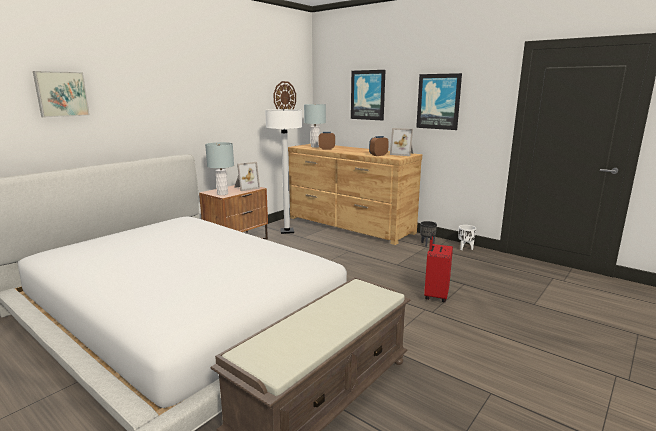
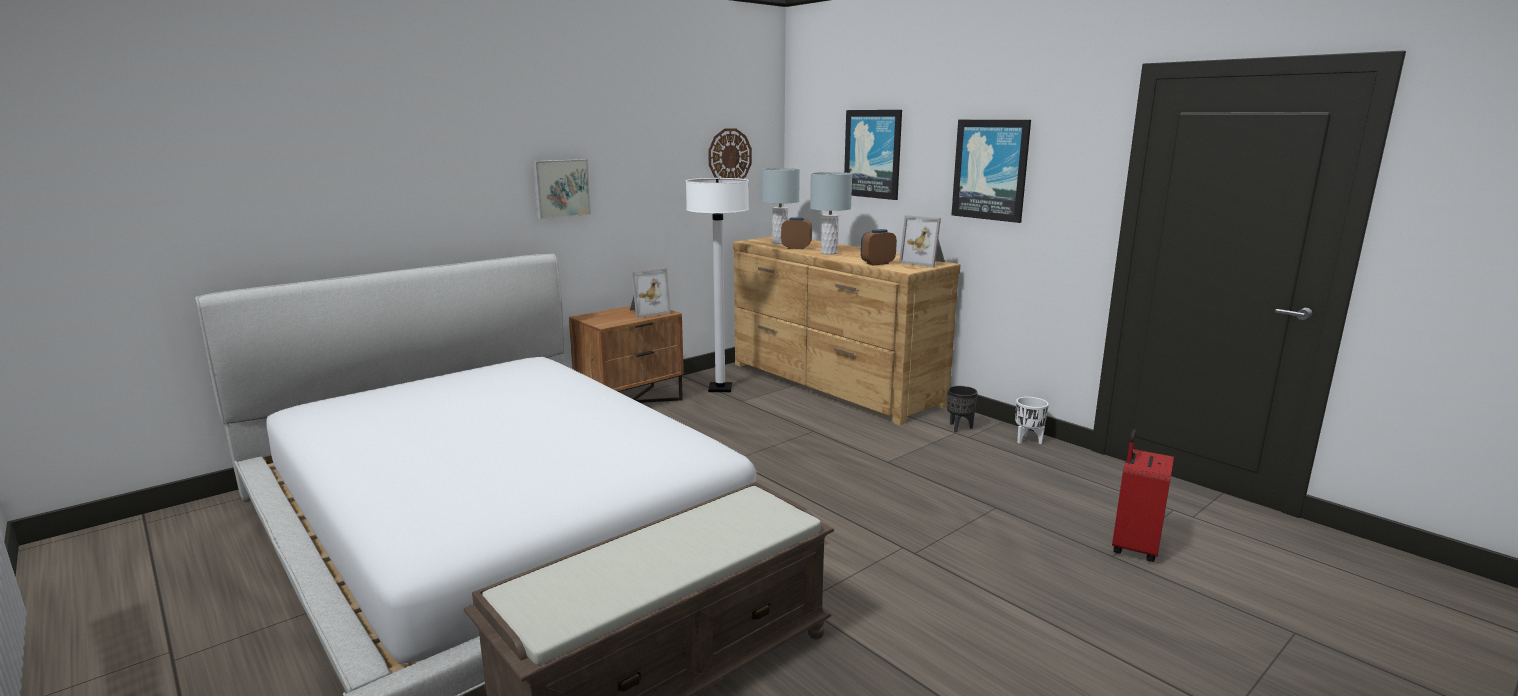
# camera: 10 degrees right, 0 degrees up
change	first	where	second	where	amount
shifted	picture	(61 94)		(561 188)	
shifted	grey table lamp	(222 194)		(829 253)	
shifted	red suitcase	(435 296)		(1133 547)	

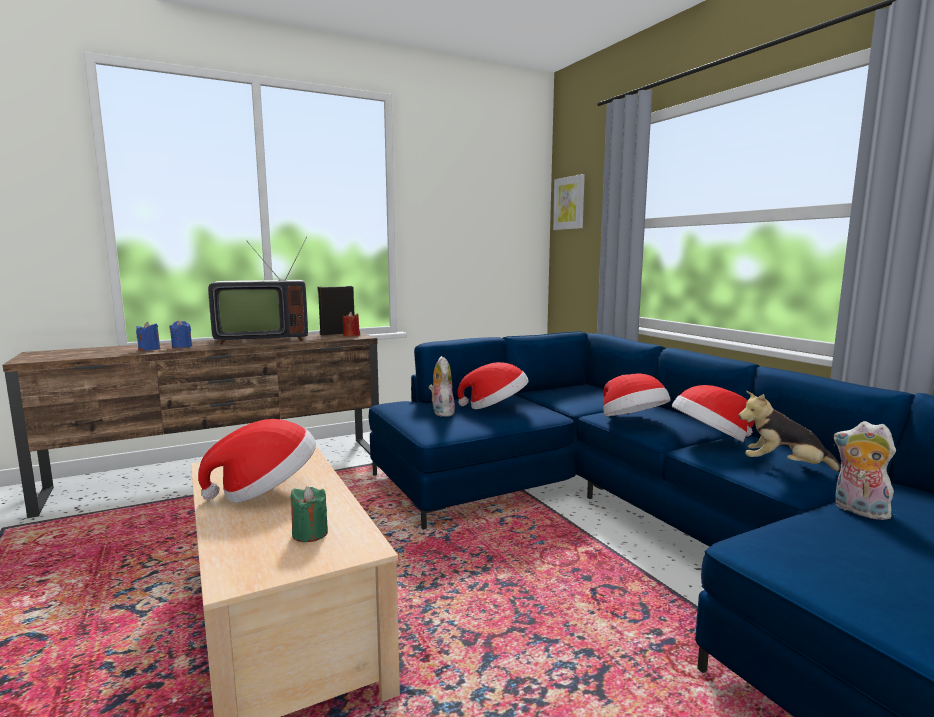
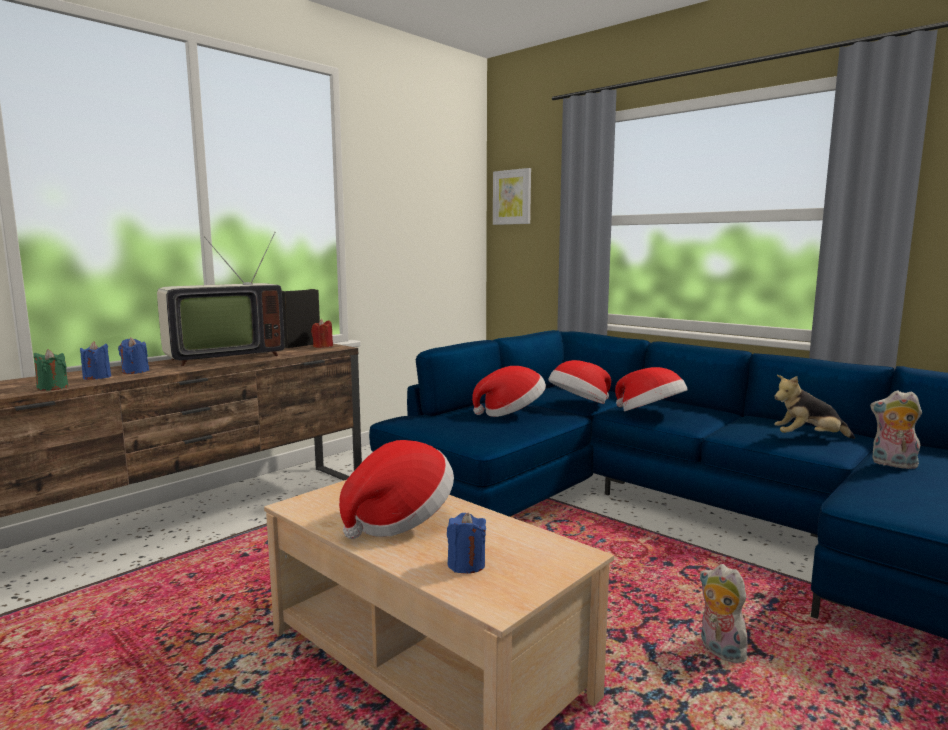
# camera: 20 degrees left, 0 degrees up
change	first	where	second	where	amount
new			blue candle	(466 564)	
shifted	green candle	(310 533)		(52 387)	
shifted	plush toy	(441 412)		(719 651)	
shifted	hat	(710 439)		(579 405)	

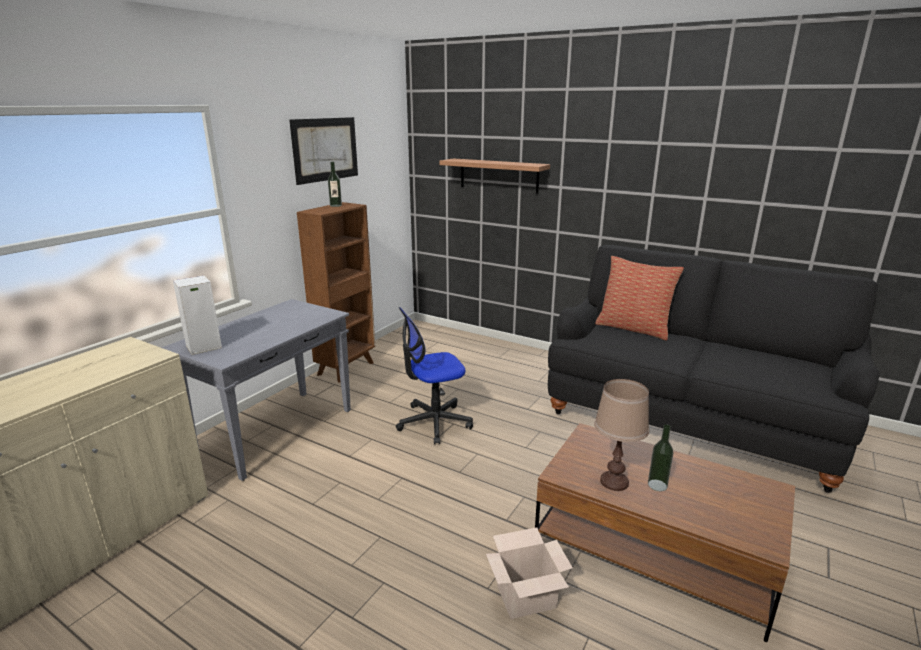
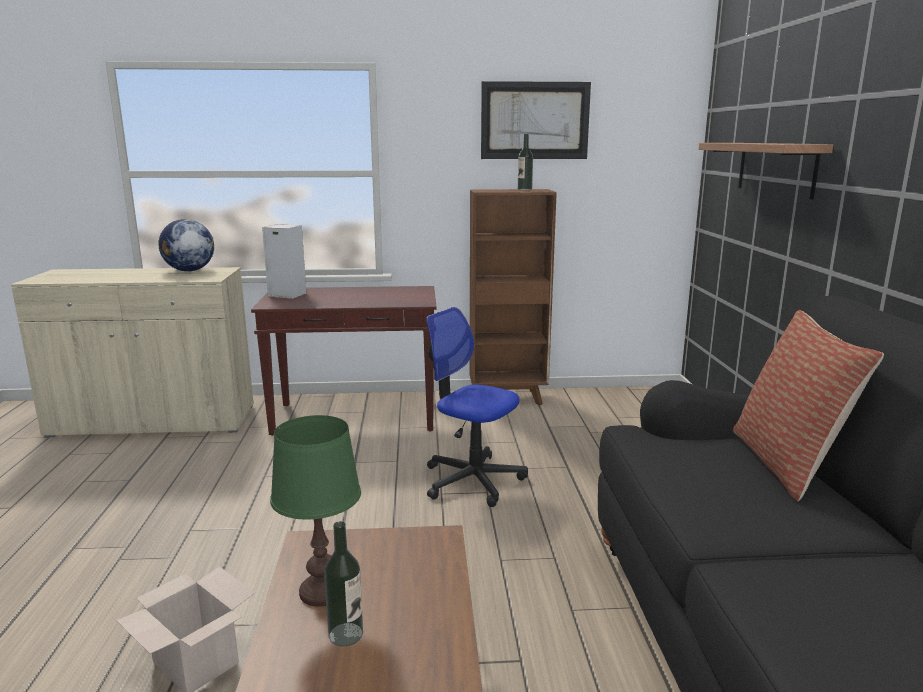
# camera: 55 degrees right, 5 degrees down
change	first	where	second	where	amount
new			globe	(189 271)	
repainted	grey console table	(277 431)	brown console table	(356 417)	
repainted	brown table lamp	(614 482)	green table lamp	(323 592)	

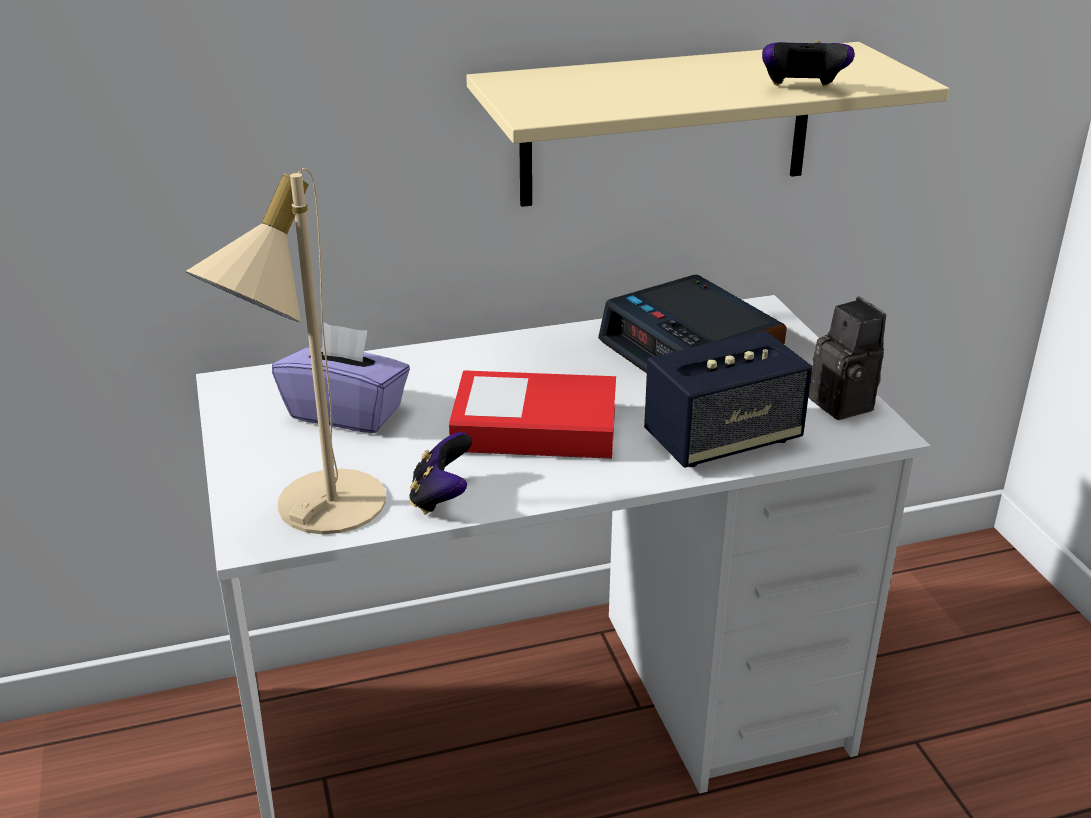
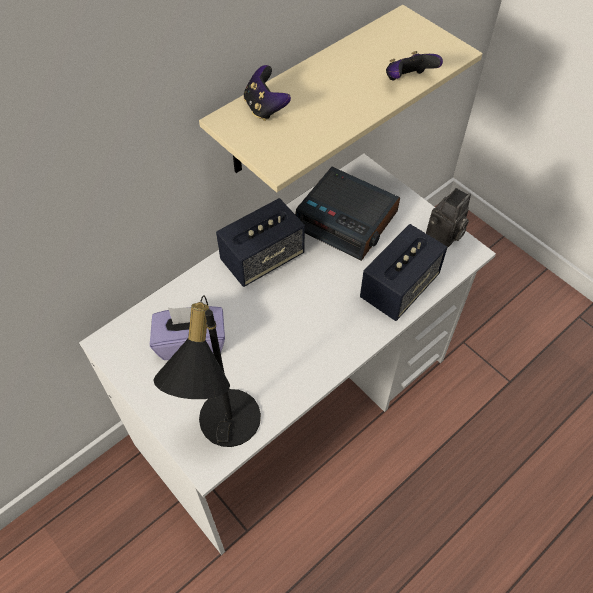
# camera: 25 degrees left, 25 degrees up
change	first	where	second	where	amount
gone	book	(535 429)			
new			speaker	(262 258)	
shifted	game controller	(441 498)		(265 108)	
repainted	beige table lamp	(311 509)	black table lamp	(222 428)	
rotated	photo camera	(846 405)		(444 236)	90 degrees clockwise

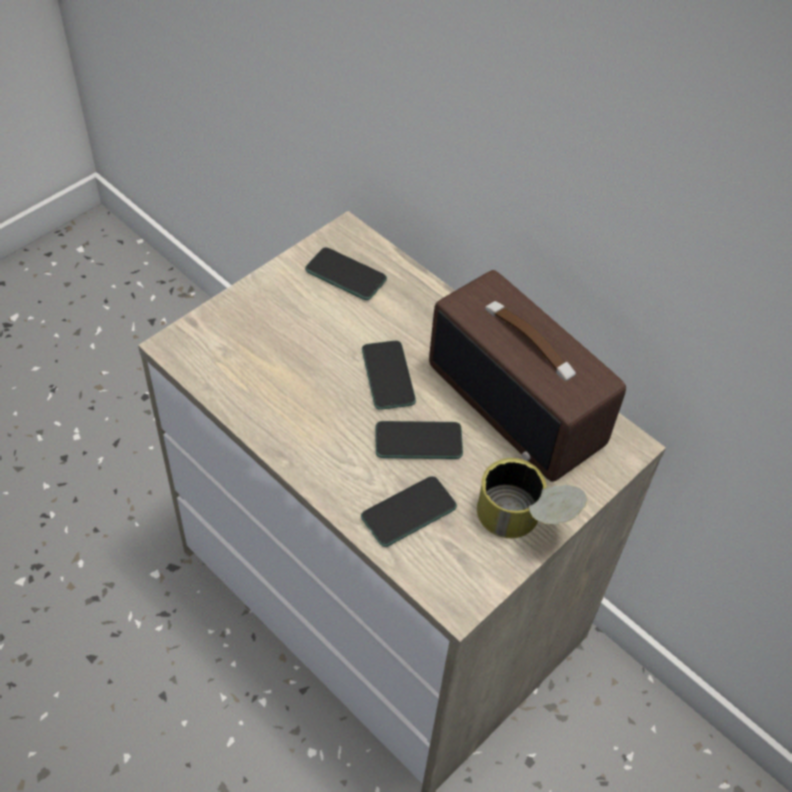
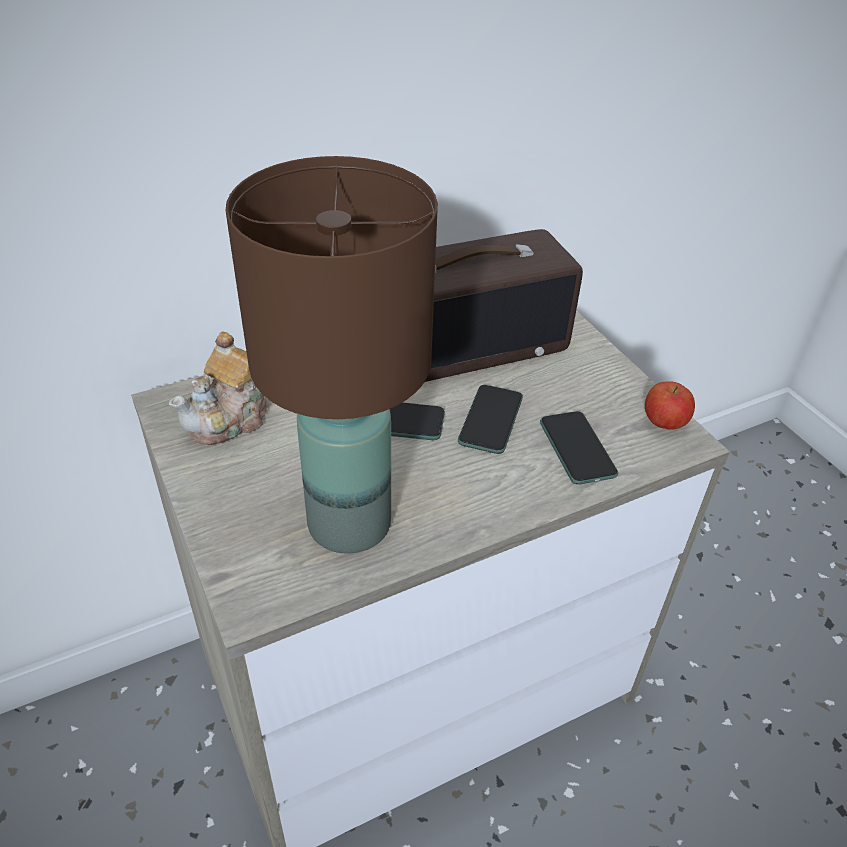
# camera: 70 degrees left, 10 degrees down
change	first	where	second	where	amount
gone	can	(524 522)			
new			brown table lamp	(351 524)	
new			apple	(664 423)	
swapped	phone	(345 275)	teapot	(232 419)	

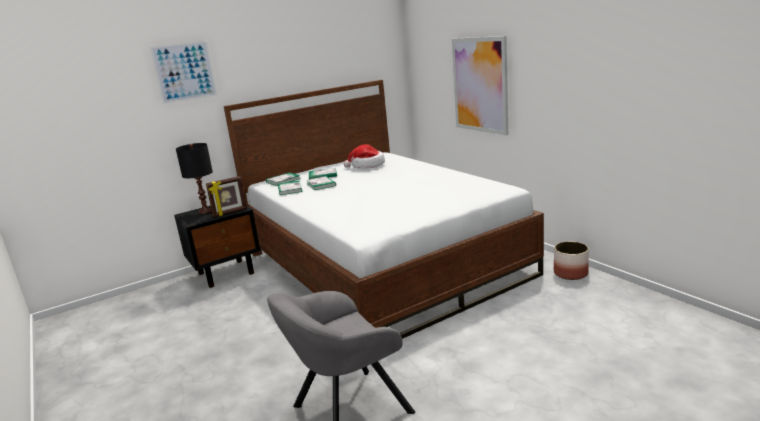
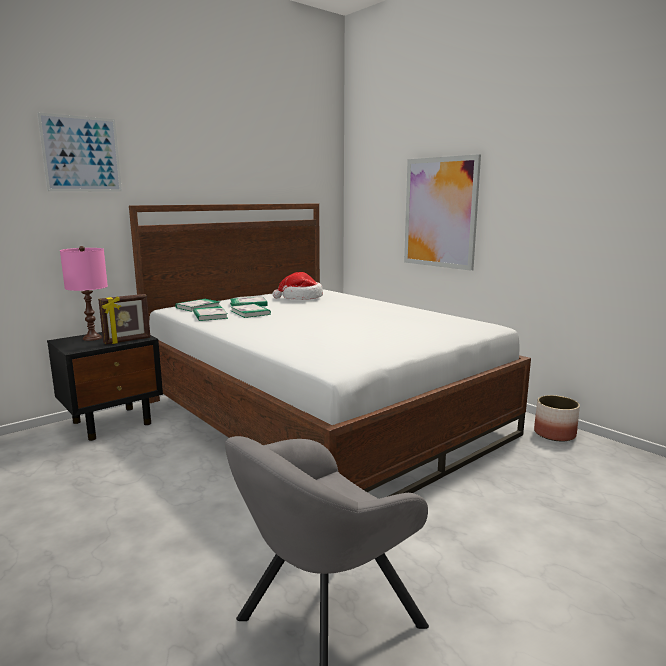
# camera: 10 degrees left, 5 degrees down
change	first	where	second	where	amount
repainted	black table lamp	(205 211)	pink table lamp	(92 338)	

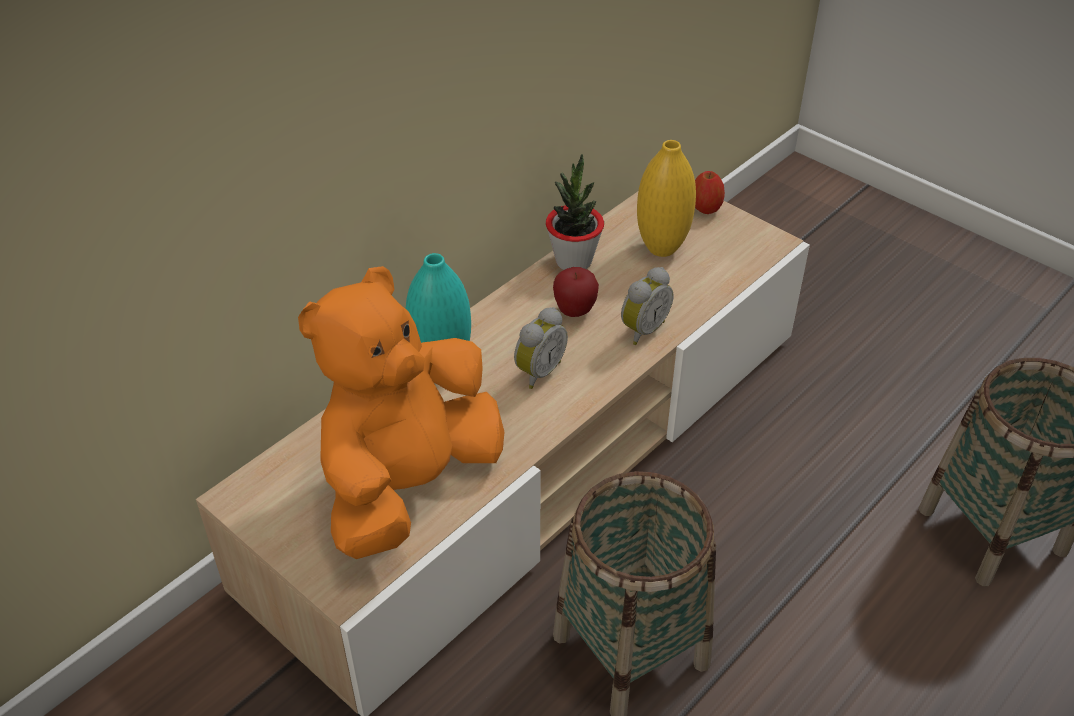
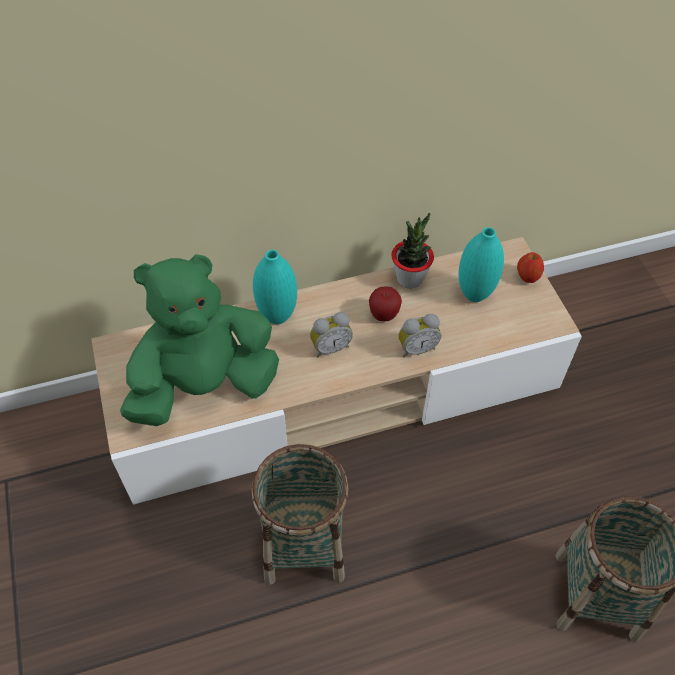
# camera: 30 degrees right, 10 degrees up
change	first	where	second	where	amount
repainted	orange plush toy	(408 484)	green plush toy	(204 386)	
repainted	yellow vase	(661 248)	turquoise vase	(474 294)	

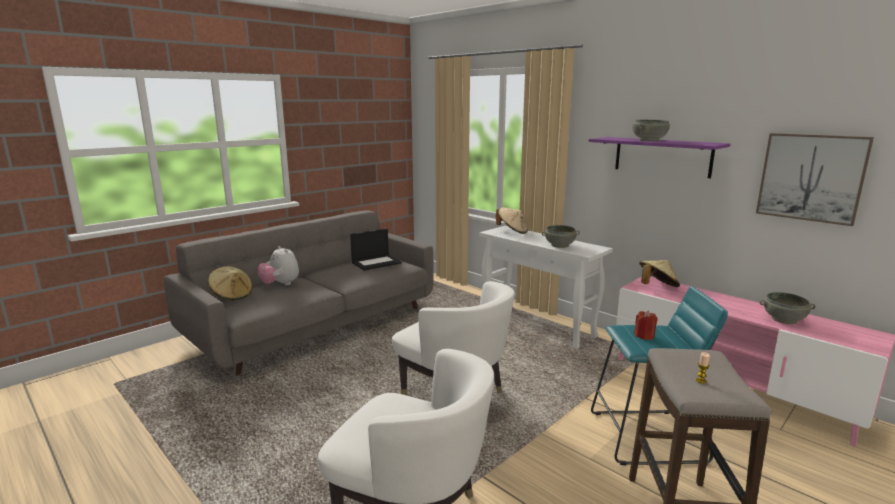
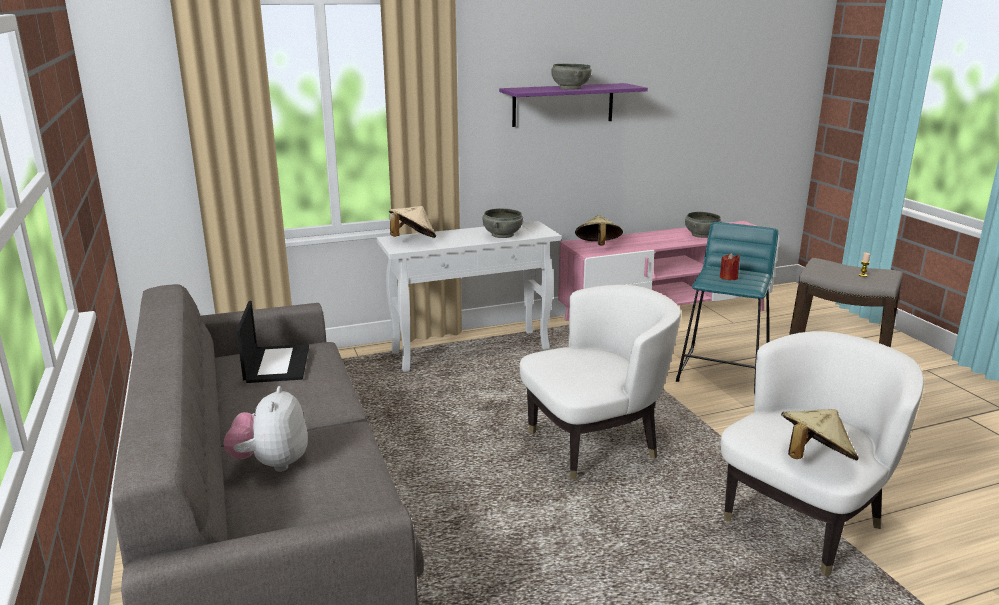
# camera: 65 degrees left, 5 degrees up
change	first	where	second	where	amount
gone	picture	(811 177)			
shifted	beige hat	(232 295)		(814 458)	
rotated	plush toy	(280 284)		(272 463)	105 degrees clockwise

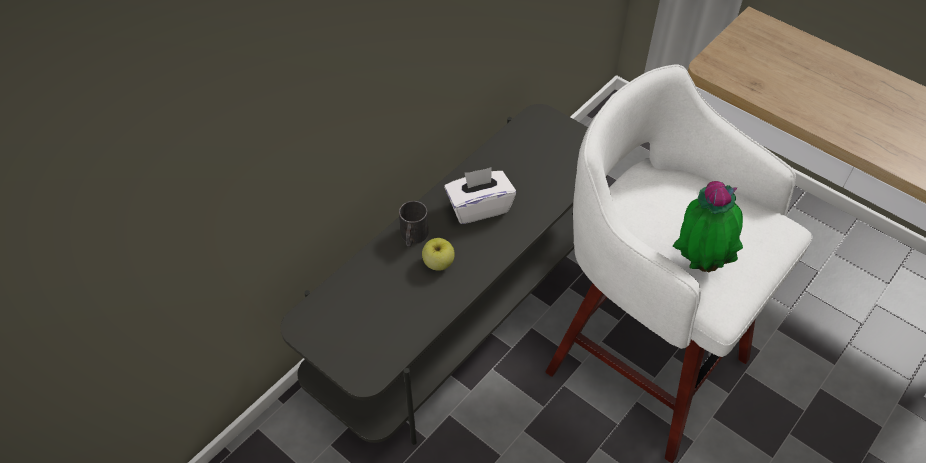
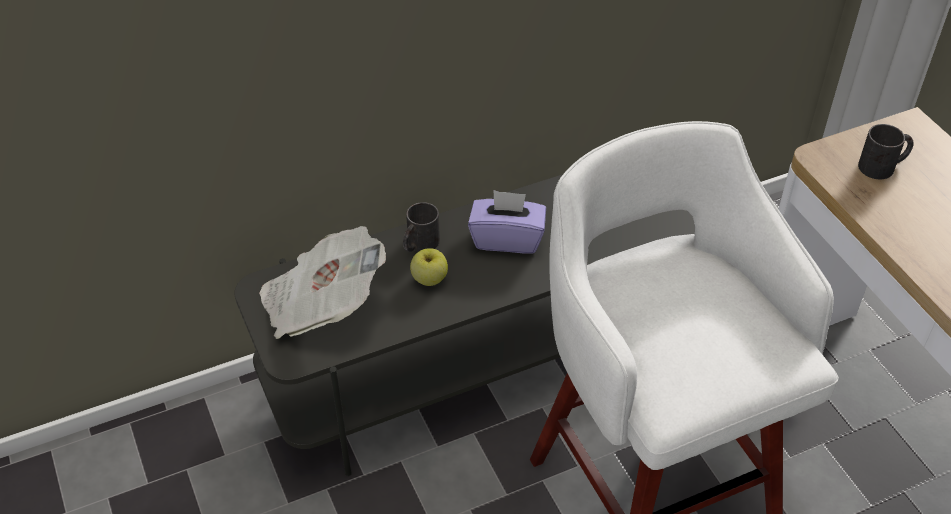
# camera: 25 degrees right, 5 degrees down
change	first	where	second	where	amount
gone	potted plant	(699 262)			
new			newspaper	(322 305)	
new			black mug	(883 166)	
repainted	white tissue box	(479 207)	purple tissue box	(507 238)	

